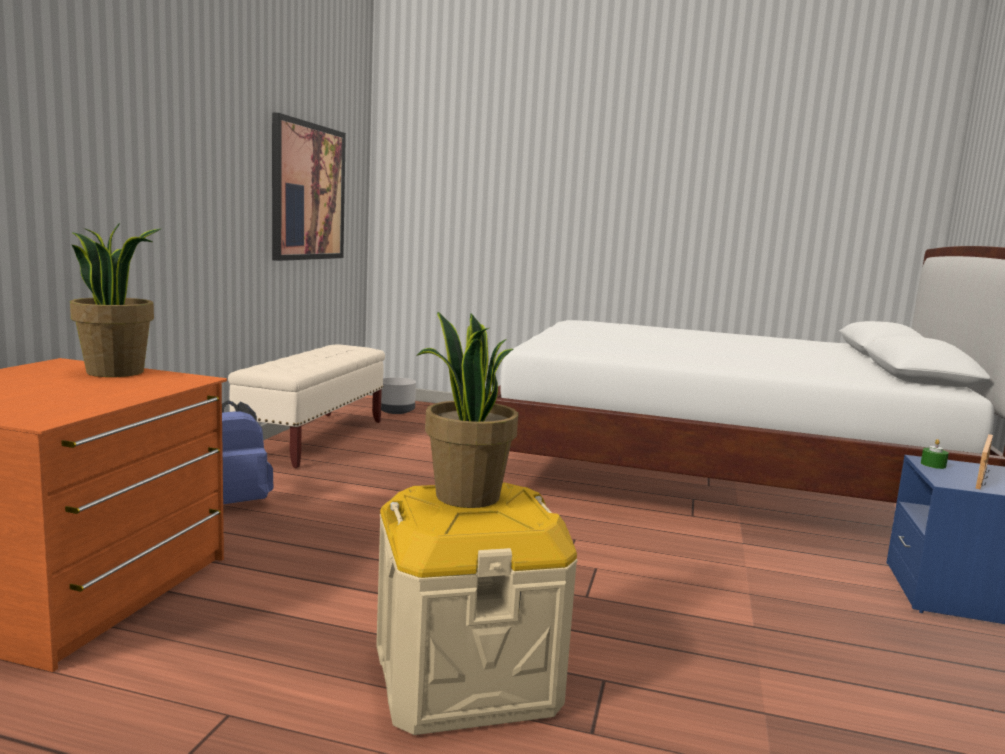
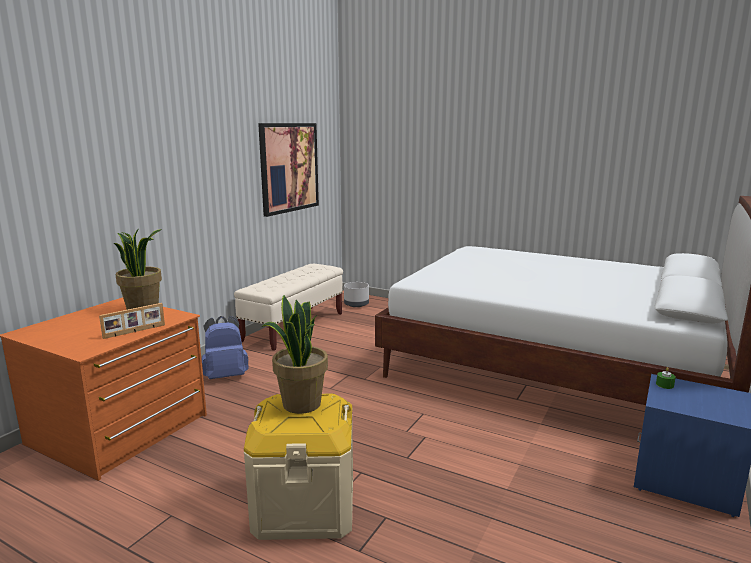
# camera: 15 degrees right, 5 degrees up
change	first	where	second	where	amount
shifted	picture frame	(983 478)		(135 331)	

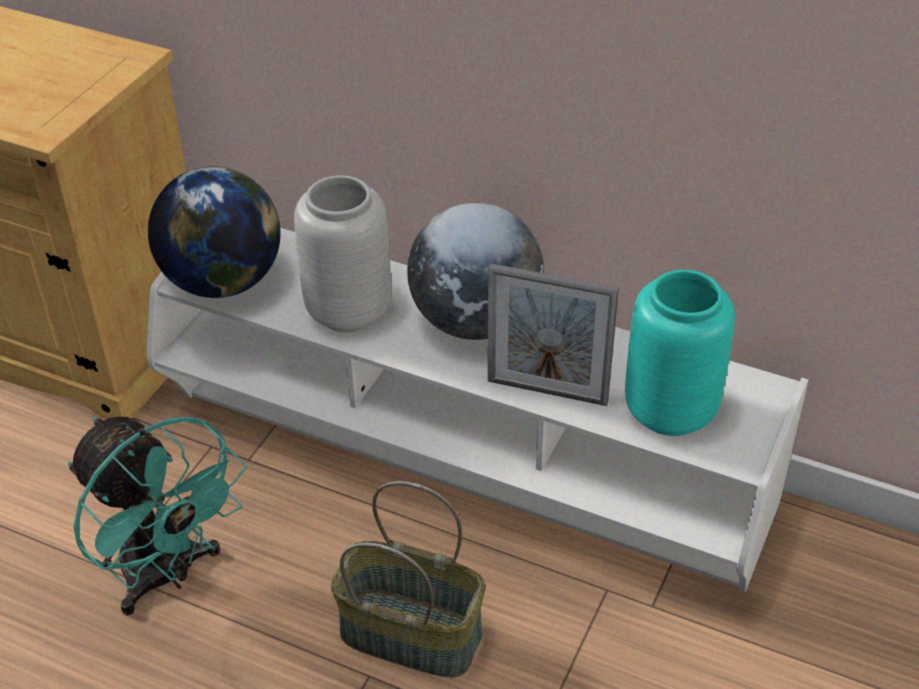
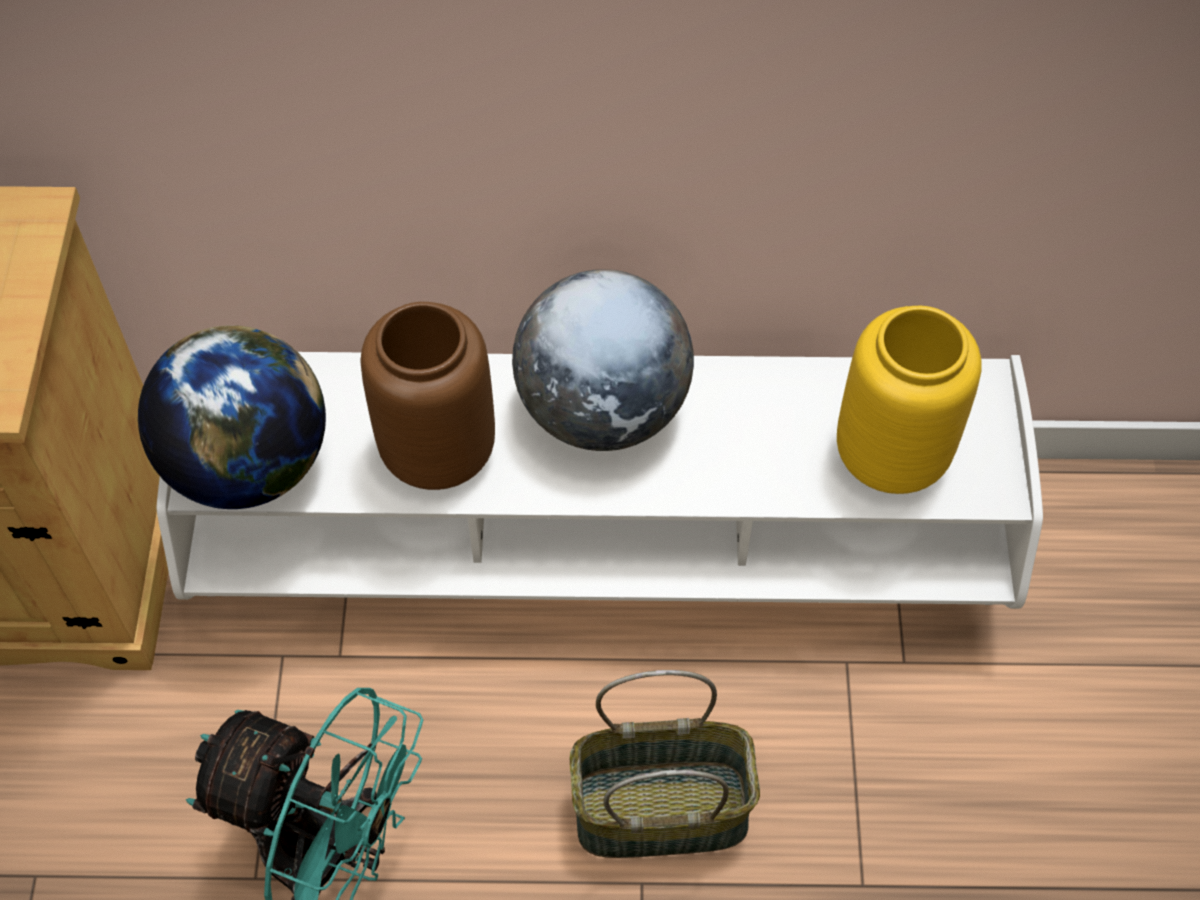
# camera: 25 degrees left, 15 degrees up
change	first	where	second	where	amount
gone	picture frame	(547 391)			
repainted	grey vase	(347 311)	brown vase	(435 452)	
repainted	turquoise vase	(672 412)	yellow vase	(893 455)	

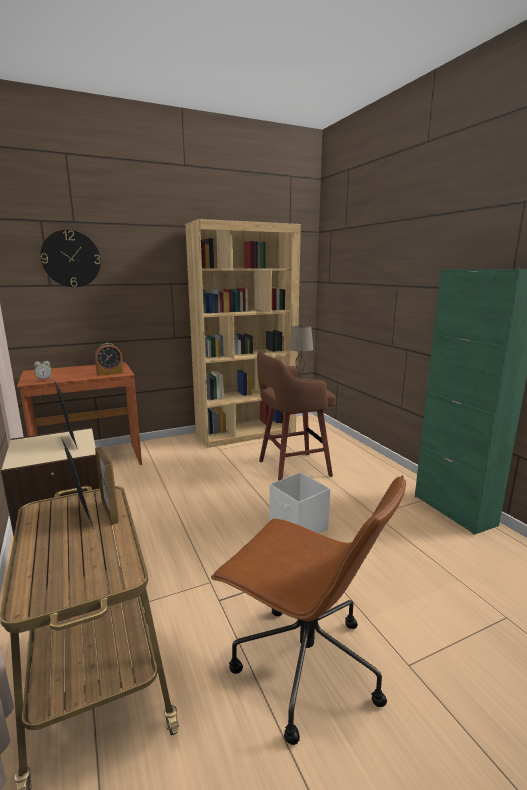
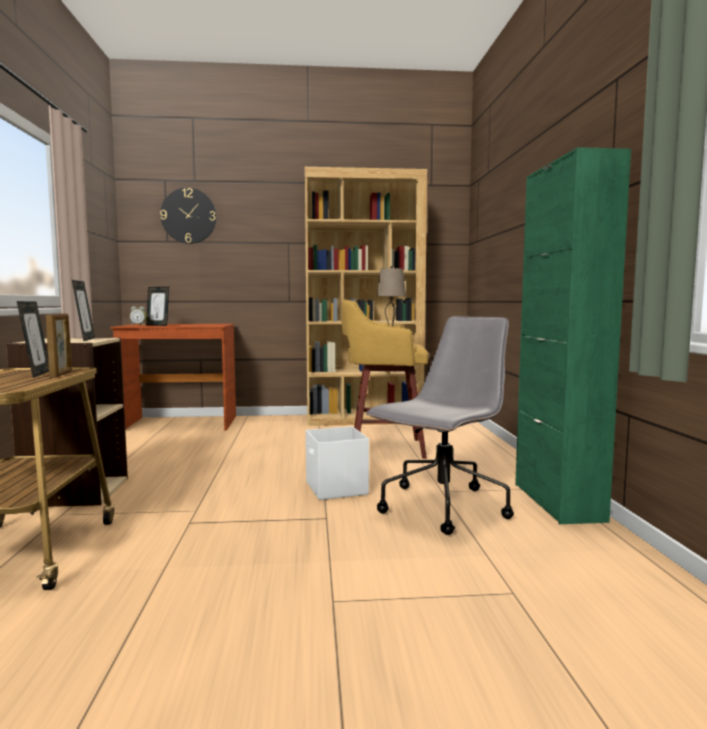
# camera: 20 degrees right, 10 degrees down
change	first	where	second	where	amount
gone	alarm clock	(110 373)			
gone	brown office chair	(303 665)			
new			picture frame	(158 325)	
new			grey office chair	(442 508)	
repainted	brown stool	(291 468)	yellow stool	(383 448)	

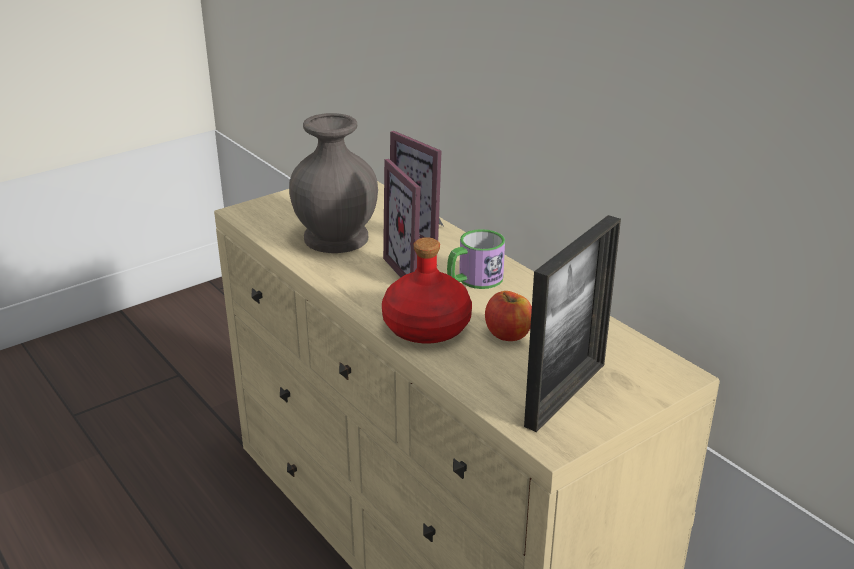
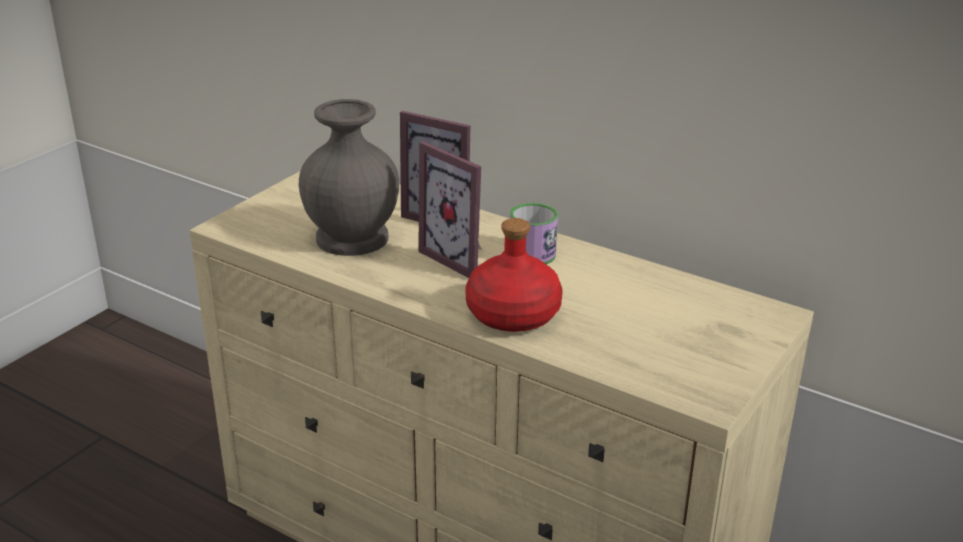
# camera: 20 degrees left, 0 degrees up
change	first	where	second	where	amount
gone	apple	(508 334)			
gone	picture frame	(565 394)			

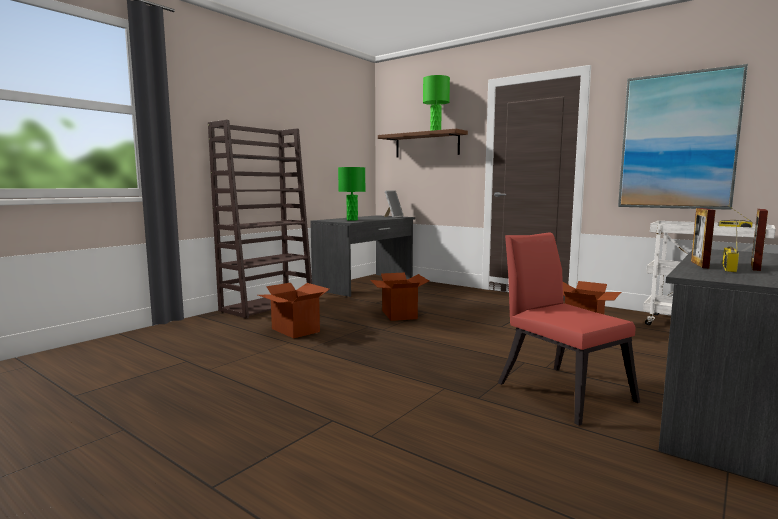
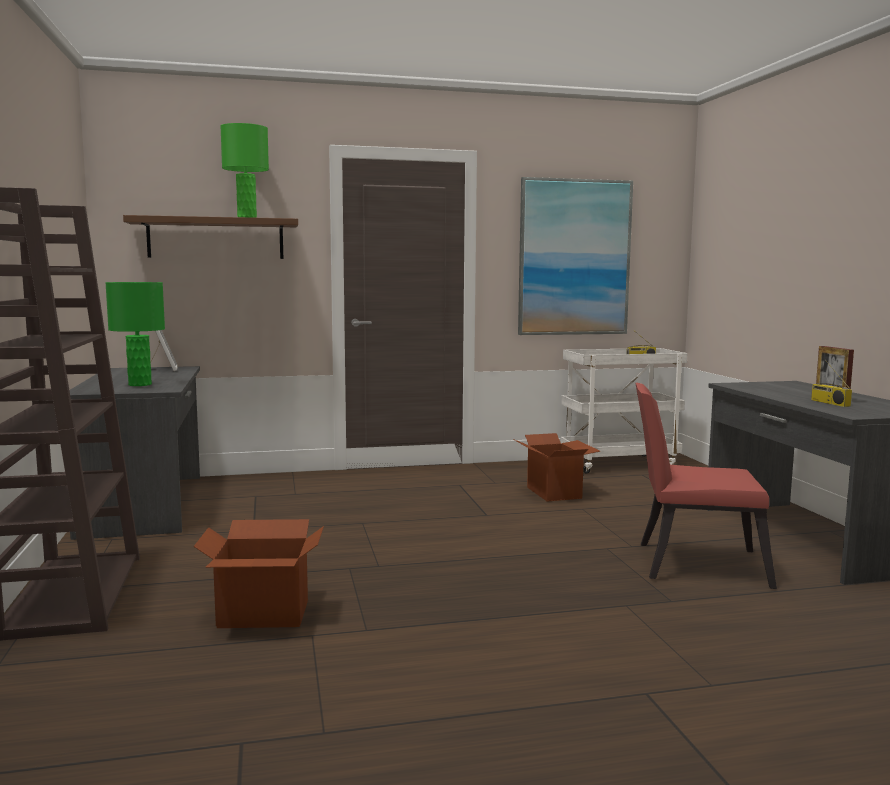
# camera: 50 degrees left, 0 degrees up
change	first	where	second	where	amount
gone	cardboard box	(398 315)			
gone	picture frame	(699 264)			

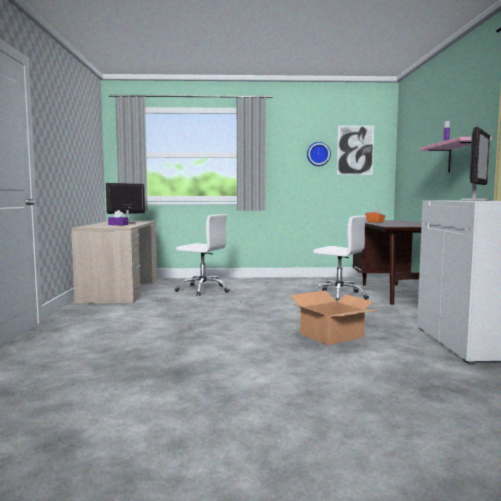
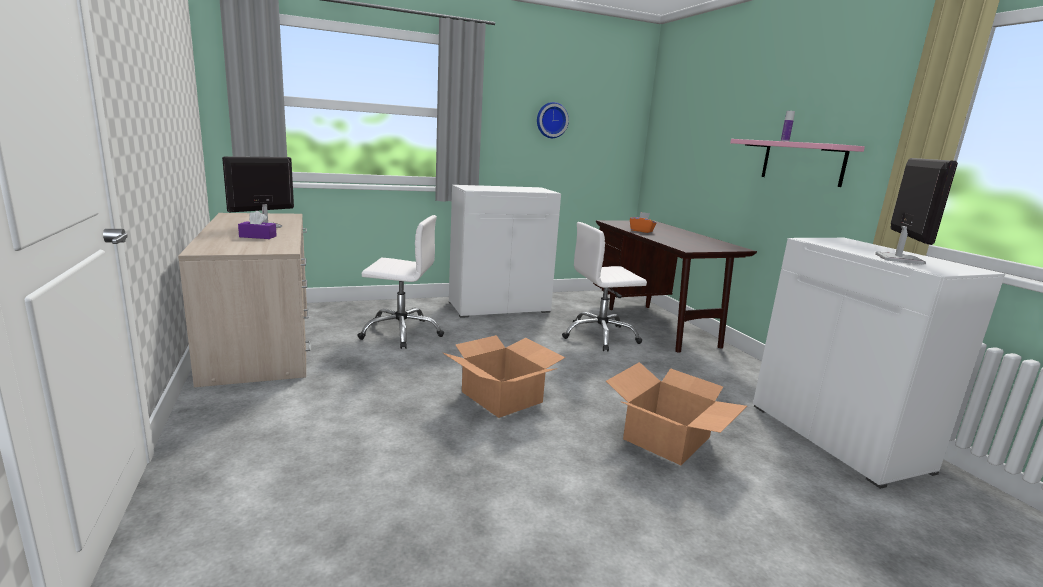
# camera: 20 degrees left, 10 degrees up
change	first	where	second	where	amount
gone	picture	(355 150)			
new			cardboard box	(502 396)	
new			white cabinet	(499 307)	
rotated	white office chair	(339 296)		(600 336)	150 degrees clockwise

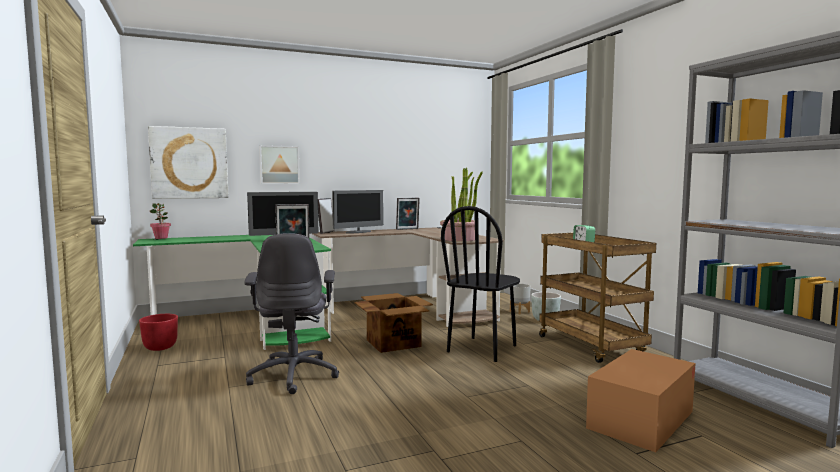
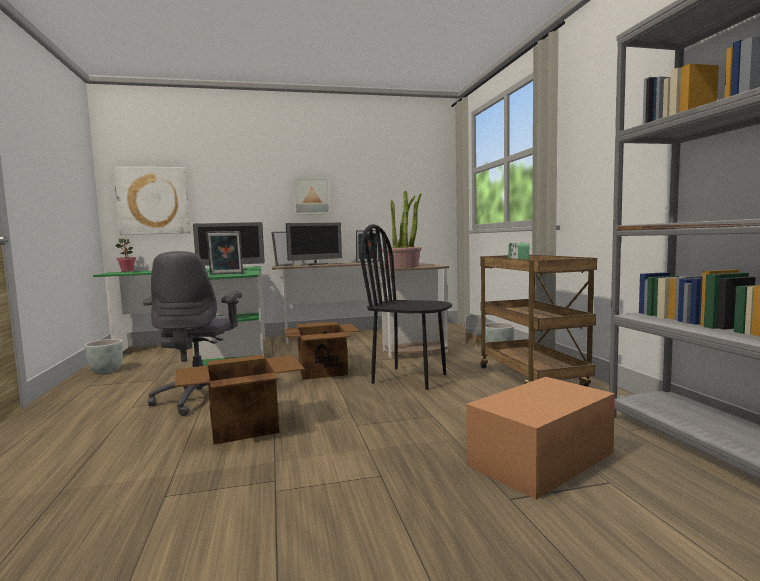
# camera: 10 degrees right, 0 degrees up
change	first	where	second	where	amount
new			cardboard box	(242 426)	
shifted	picture	(279 165)		(311 196)	
repainted	red planter	(160 348)	grey planter	(106 371)	
rotated	black chair	(482 349)		(409 378)	75 degrees clockwise

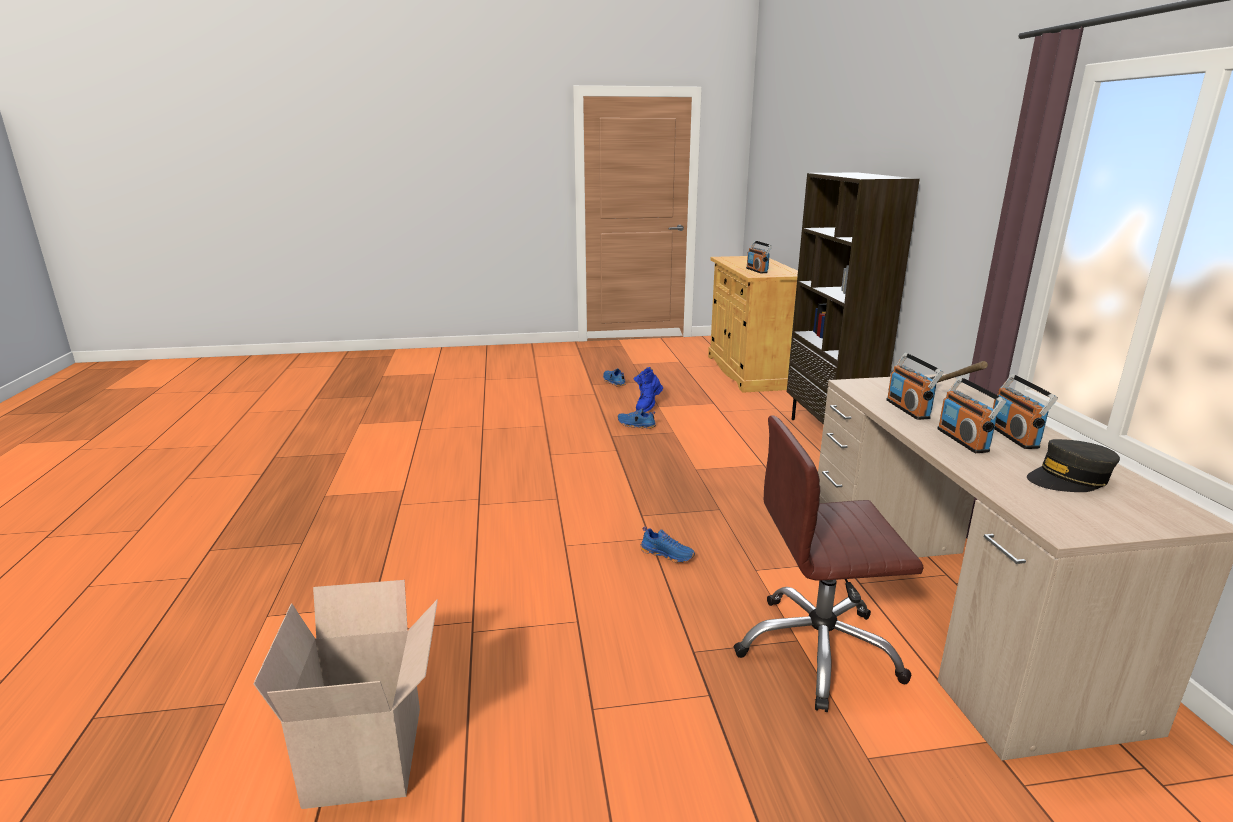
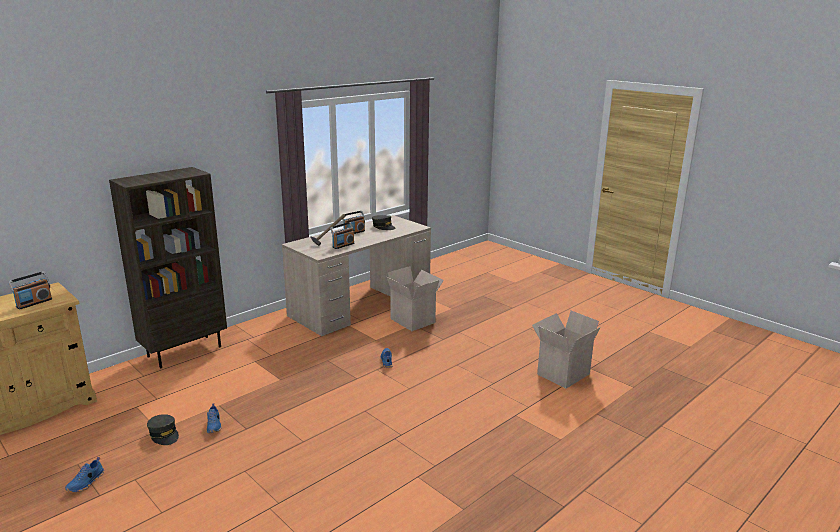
# camera: 125 degrees left, 0 degrees up
change	first	where	second	where	amount
gone	radio	(963 440)			
swapped	blue boot	(647 407)	grey cap	(164 434)	
swapped	brown office chair	(818 650)	cardboard box	(414 320)	

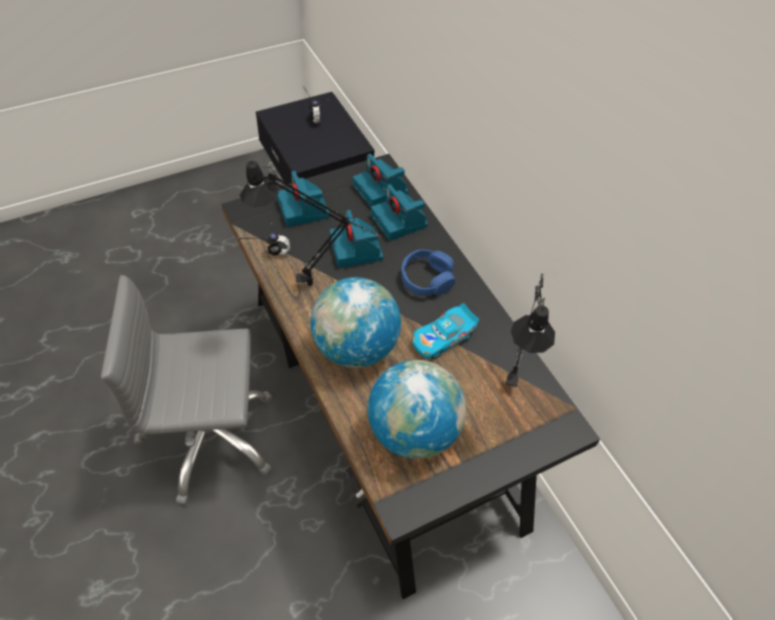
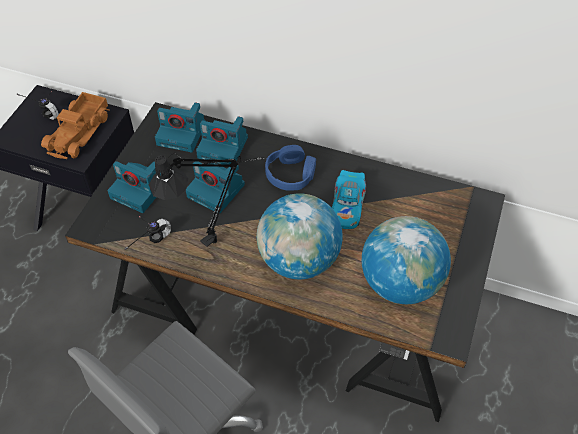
# camera: 40 degrees left, 0 degrees up
change	first	where	second	where	amount
gone	black table lamp	(512 372)			
new			toy truck	(80 133)	

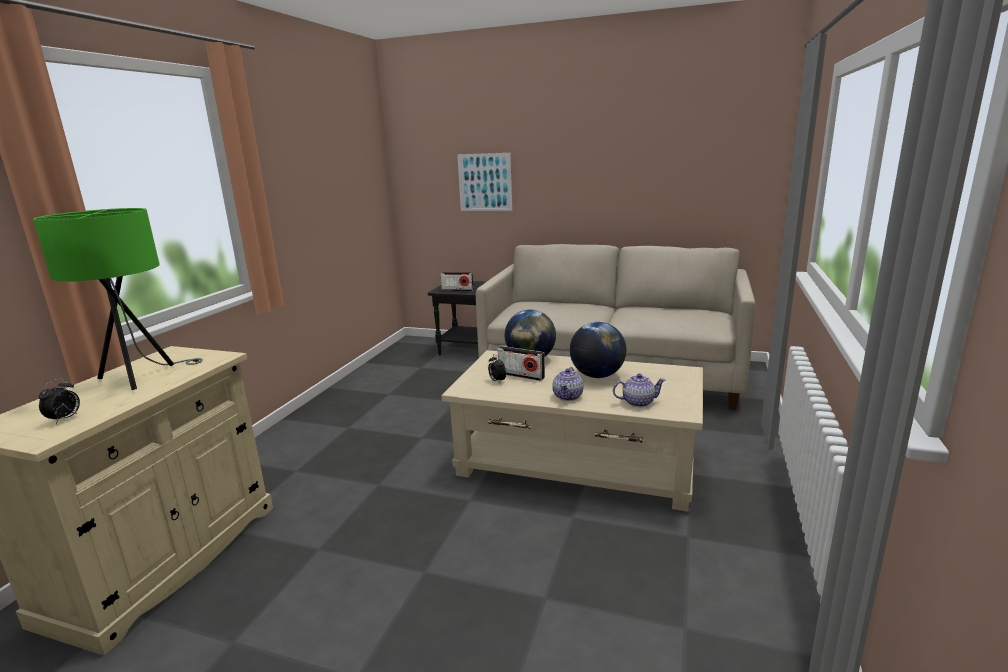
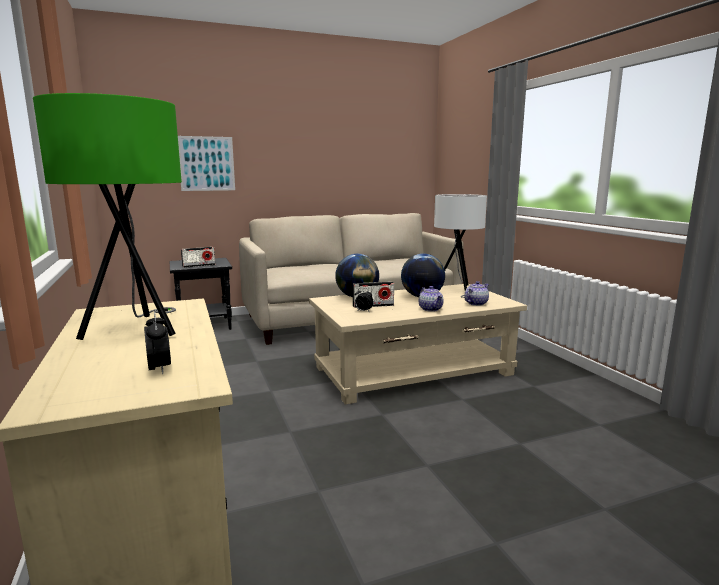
# camera: 40 degrees left, 5 degrees down
change	first	where	second	where	amount
new			white table lamp	(456 290)	

